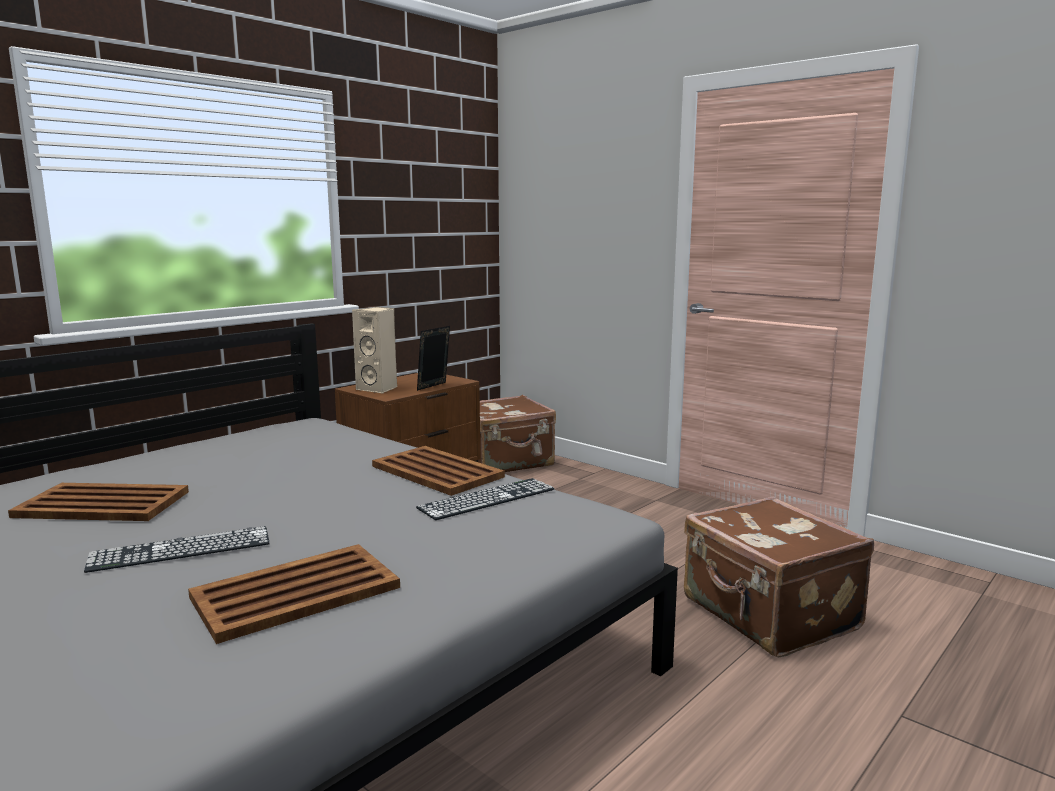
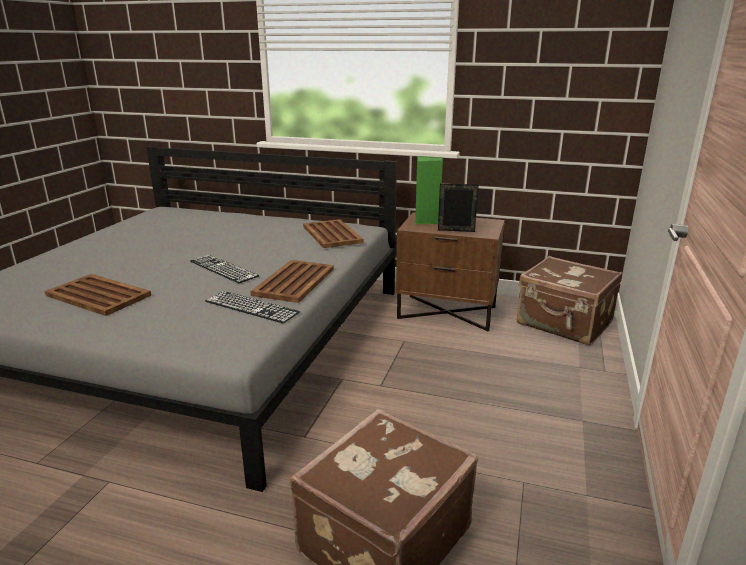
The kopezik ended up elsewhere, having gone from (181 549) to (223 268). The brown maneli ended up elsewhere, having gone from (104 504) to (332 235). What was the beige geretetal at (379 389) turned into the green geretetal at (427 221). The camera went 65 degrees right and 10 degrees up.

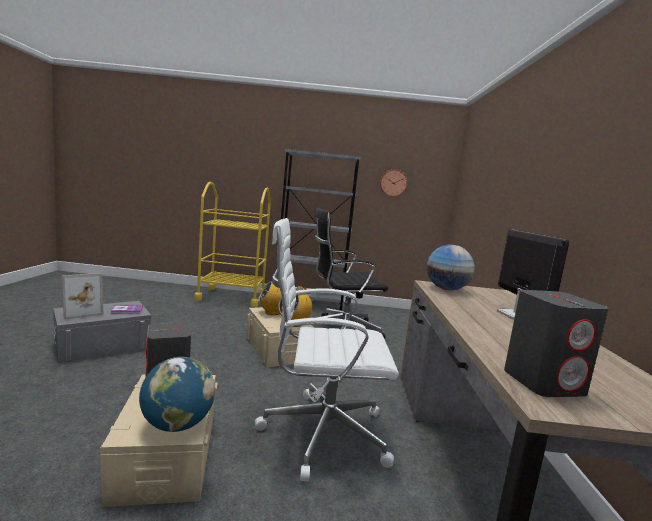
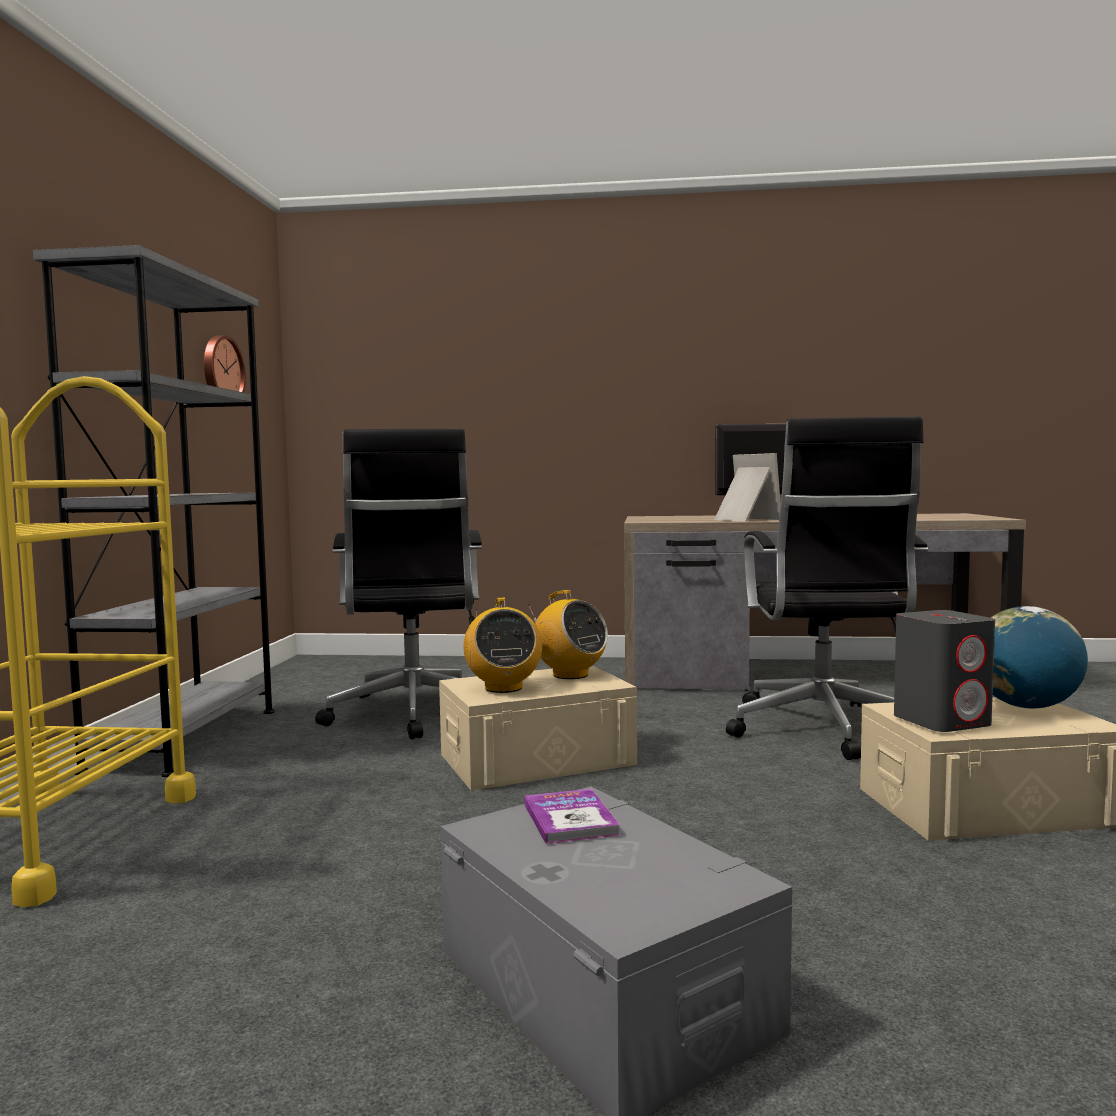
The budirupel ended up elsewhere, having gone from (81 312) to (744 520). What was the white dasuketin at (320 432) turned into the black dasuketin at (823 730). The second view lost the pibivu at (446 289). The second view lost the grey geretetal at (544 382). The camera went 85 degrees left and 5 degrees down.

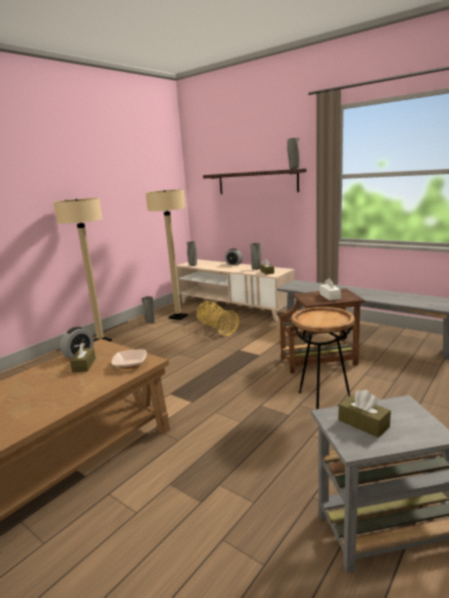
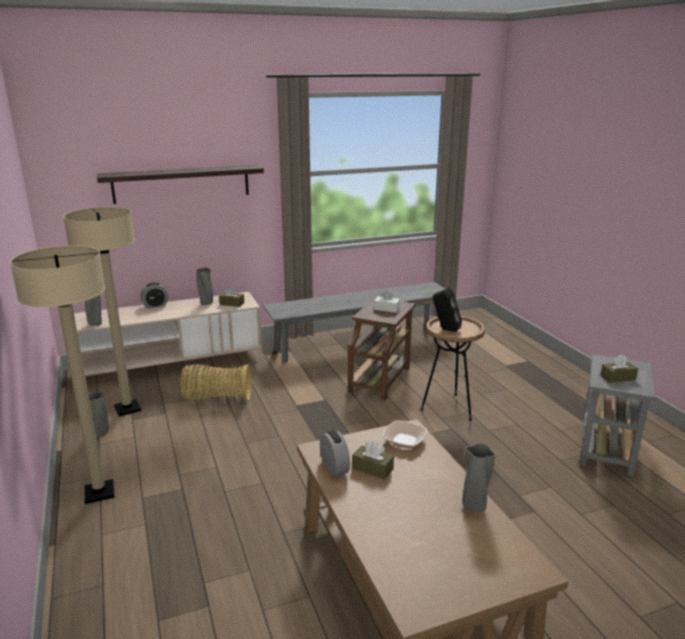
The second view gained the black geretetal at (445 329). The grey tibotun ended up elsewhere, having gone from (293 169) to (475 506). The camera went 60 degrees left and 5 degrees up.

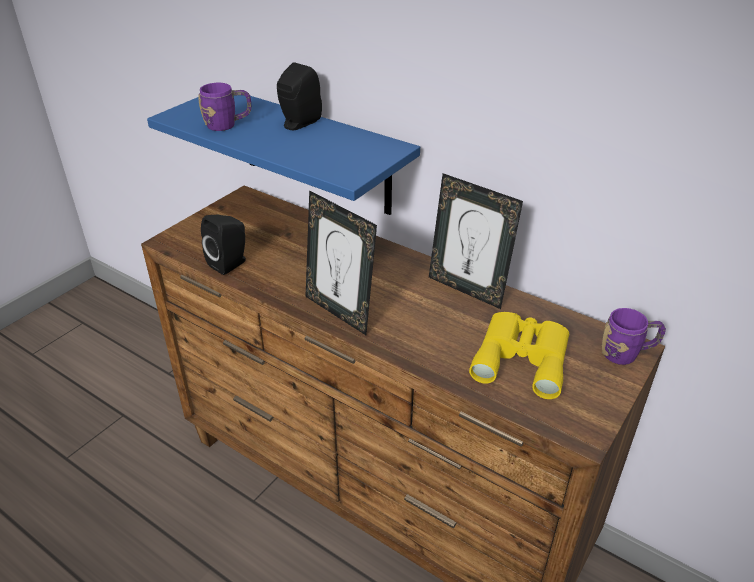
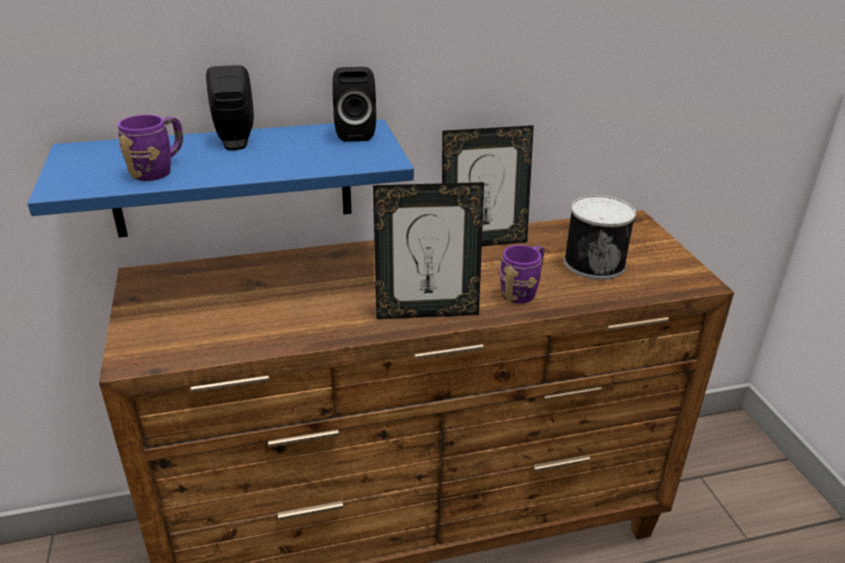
The black geretetal ended up elsewhere, having gone from (230 263) to (354 133). The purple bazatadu ended up elsewhere, having gone from (627 354) to (522 291). Where the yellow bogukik stood at (522 357), the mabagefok came to stand at (594 262). The camera went 50 degrees left and 5 degrees down.

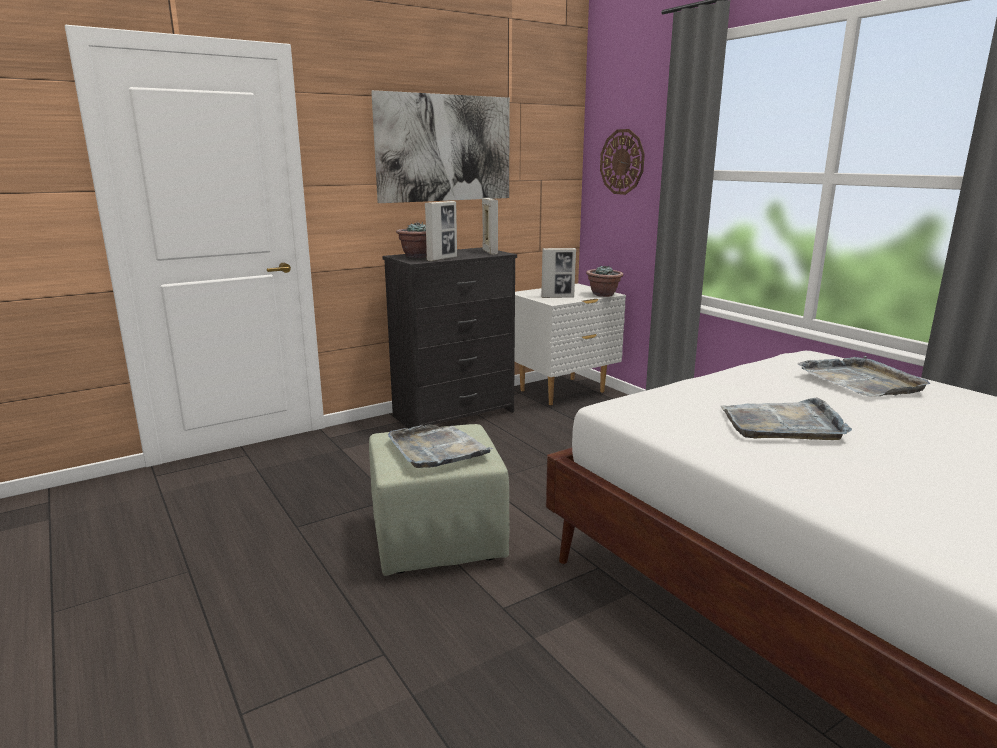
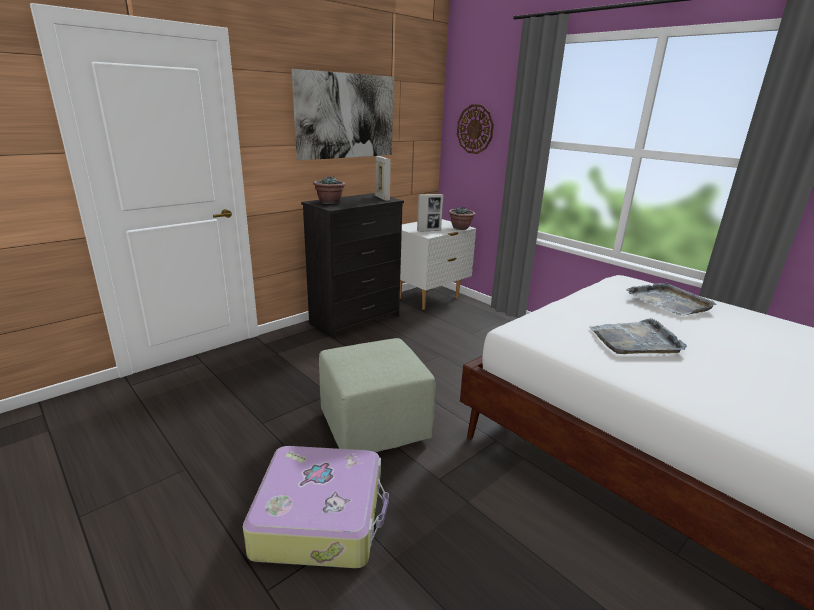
The second view gained the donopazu at (321 517). The second view lost the grey maneli at (437 449). The second view lost the budirupel at (442 259). The camera went 10 degrees left and 5 degrees up.

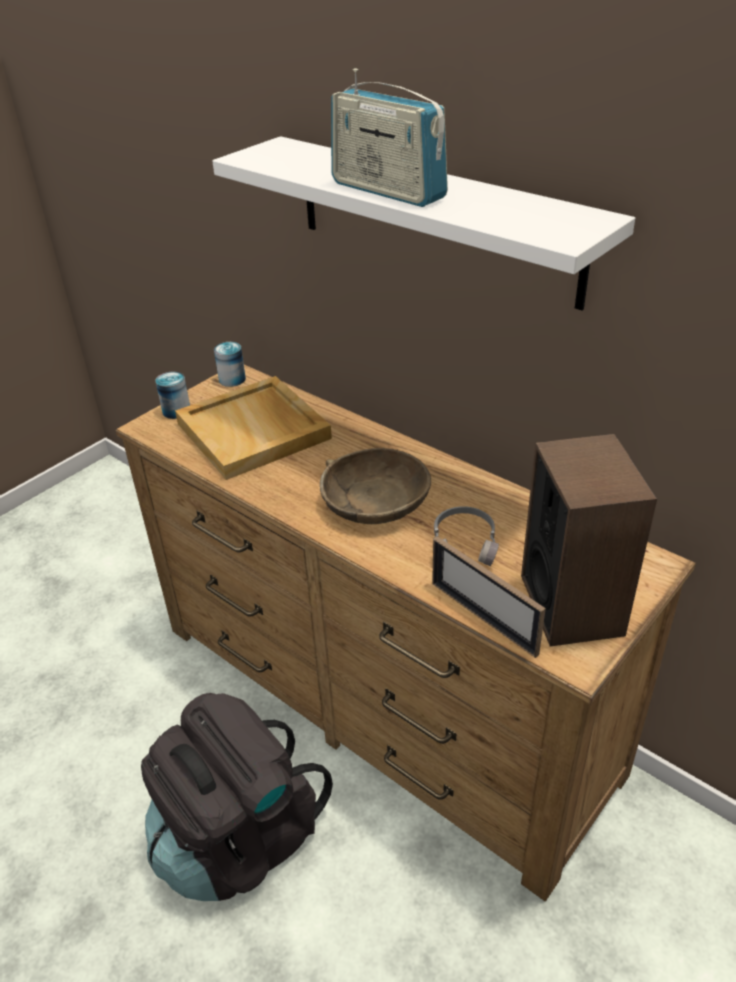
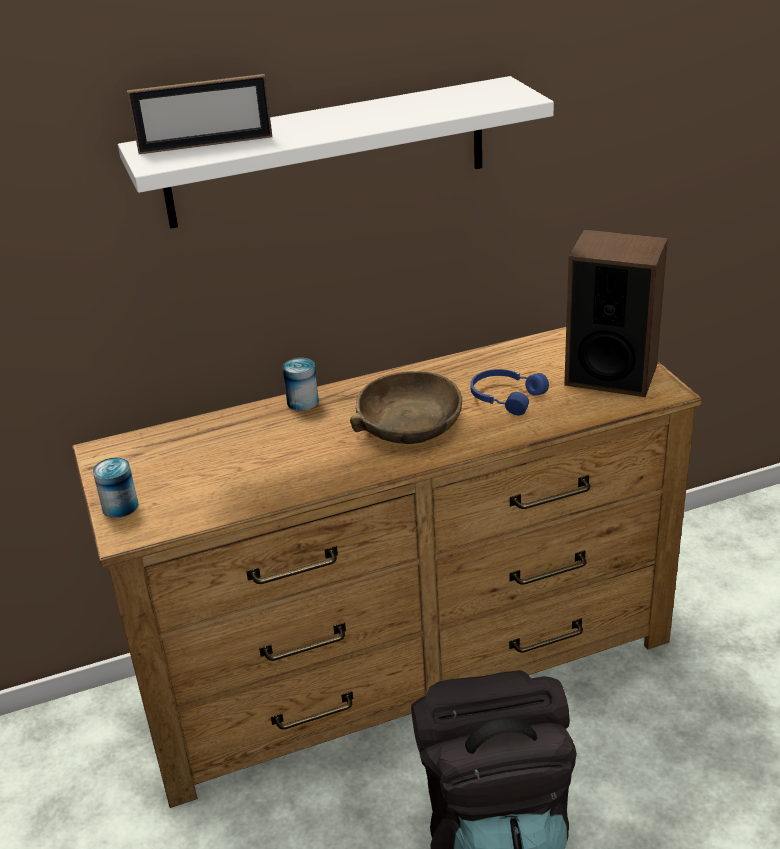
The budirupel ended up elsewhere, having gone from (483 617) to (206 144). The mabagefok ended up elsewhere, having gone from (232 379) to (302 402). What was the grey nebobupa at (465 543) turned into the blue nebobupa at (505 397). The second view lost the beige maneli at (255 431). The second view lost the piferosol at (387 191). The camera went 60 degrees left and 5 degrees down.

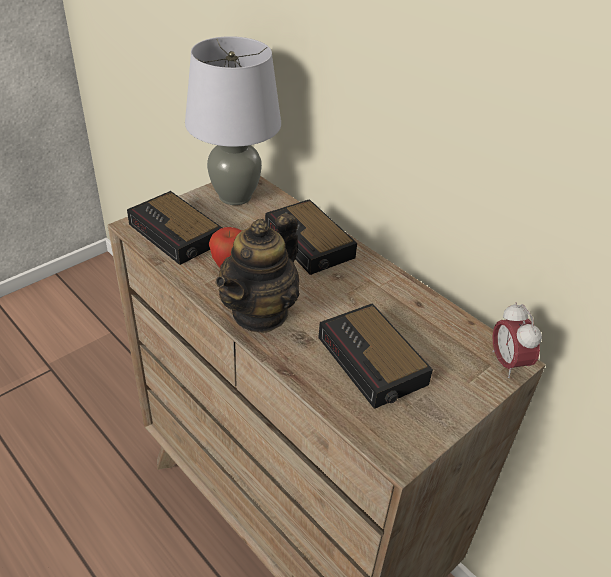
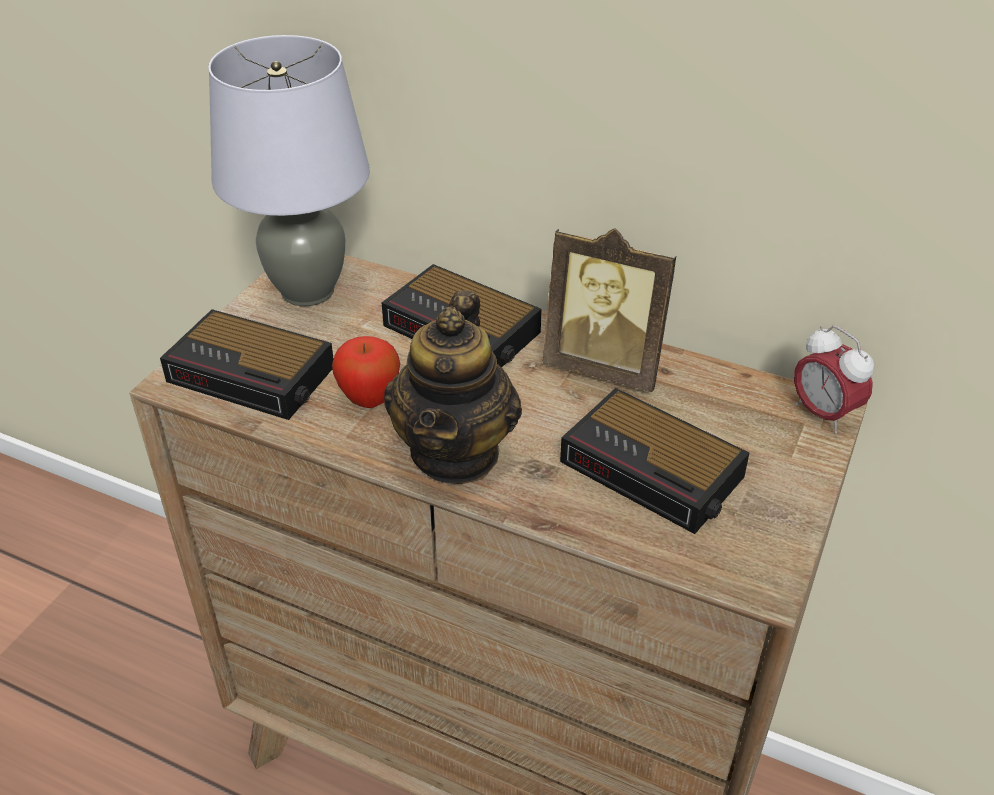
The second view gained the budirupel at (605 366). The camera went 20 degrees left and 0 degrees up.

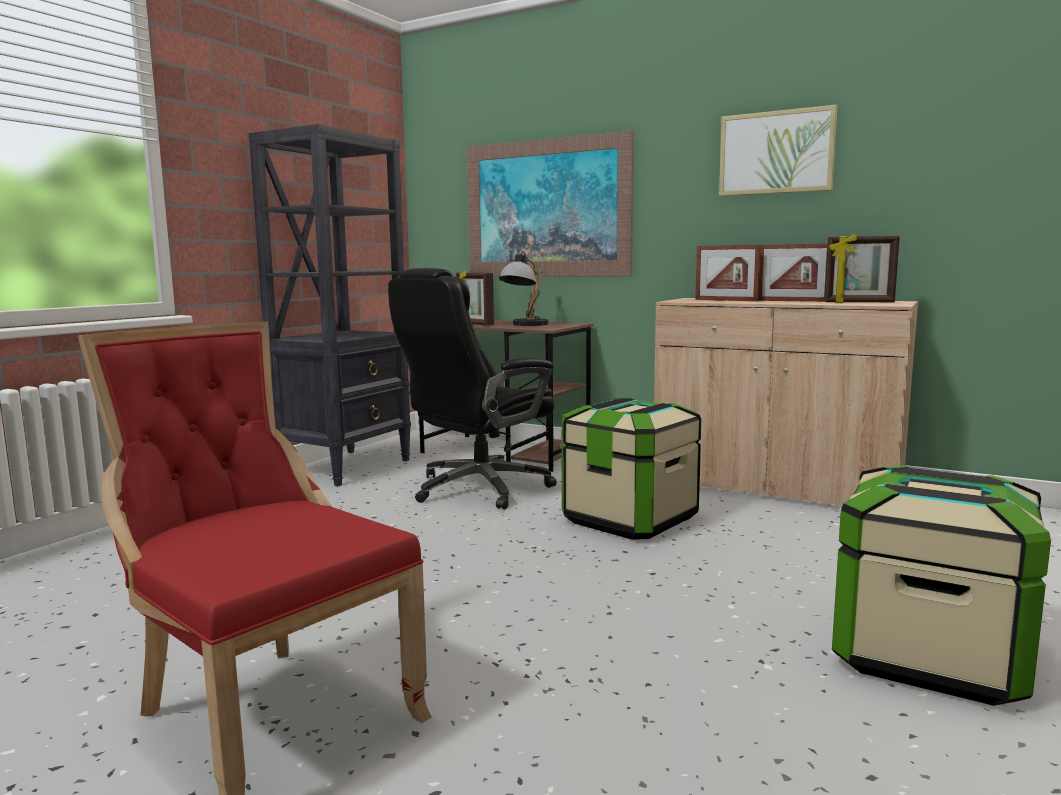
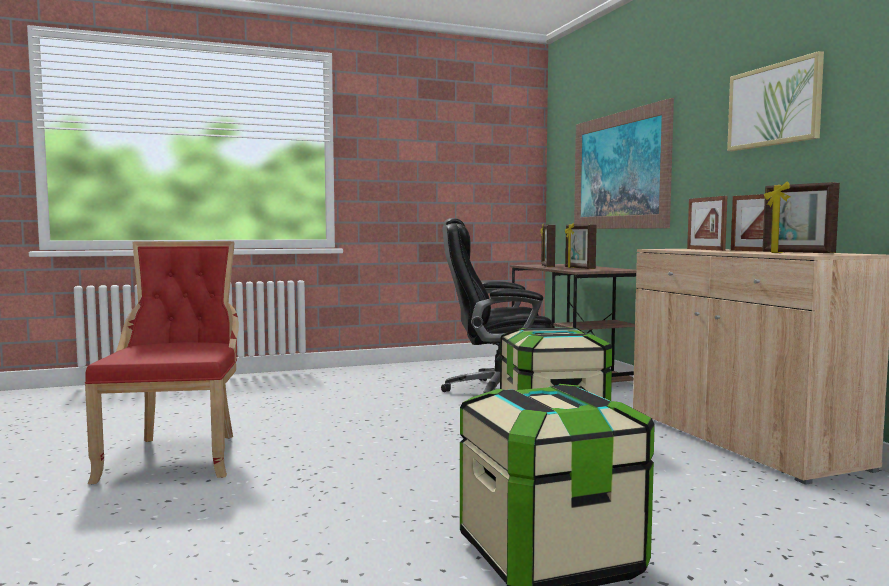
Where the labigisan stood at (525 325), the budirupel came to stand at (579 268). The second view lost the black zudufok at (346 467). The camera went 40 degrees right and 5 degrees down.

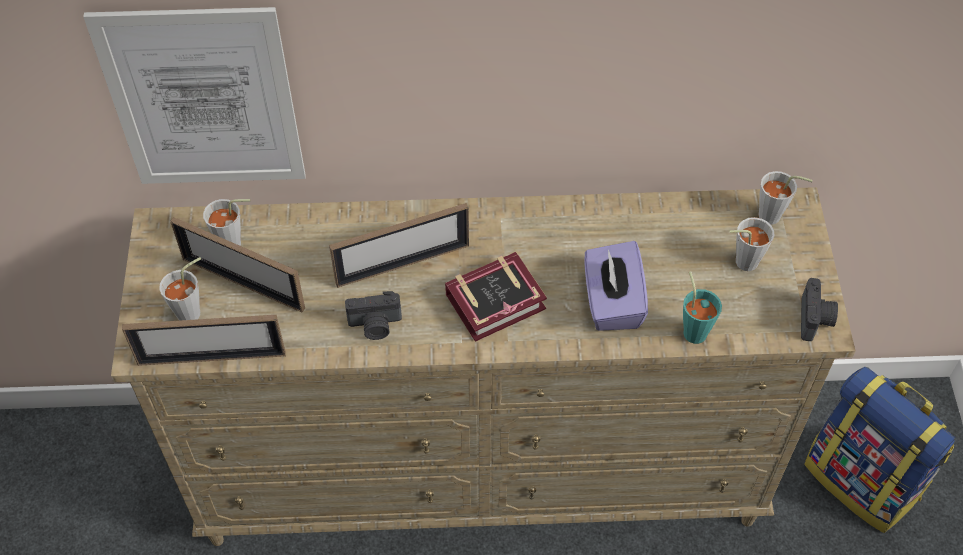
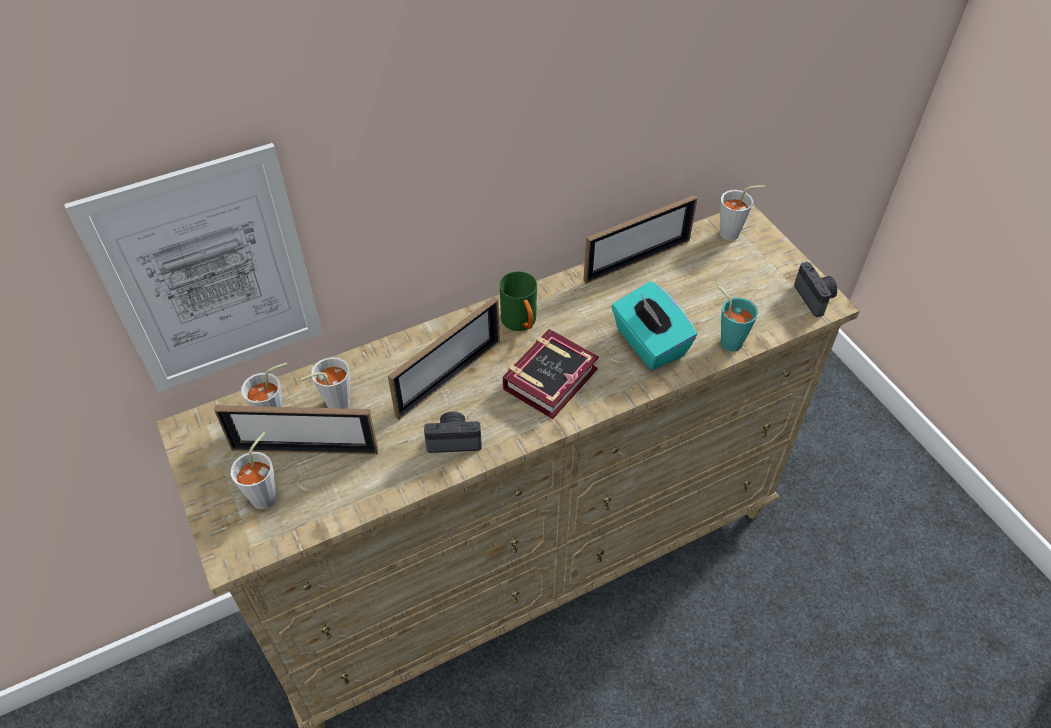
The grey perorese ended up elsewhere, having gone from (741 262) to (333 405). The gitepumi at (375 325) ended up facing another way, 150 degrees counterclockwise from before. The second view gained the green bazatadu at (521 324). The budirupel ended up elsewhere, having gone from (211 358) to (637 260). What was the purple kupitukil at (612 302) turned into the turquoise kupitukil at (649 343). The second view lost the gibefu at (863 480). The camera went 25 degrees left and 5 degrees down.

